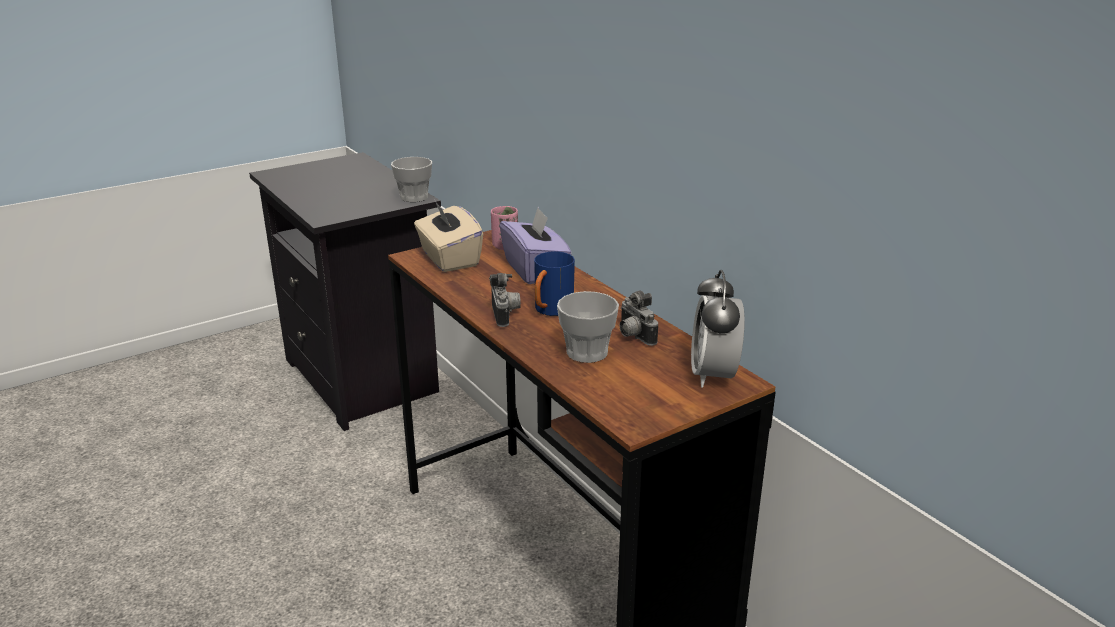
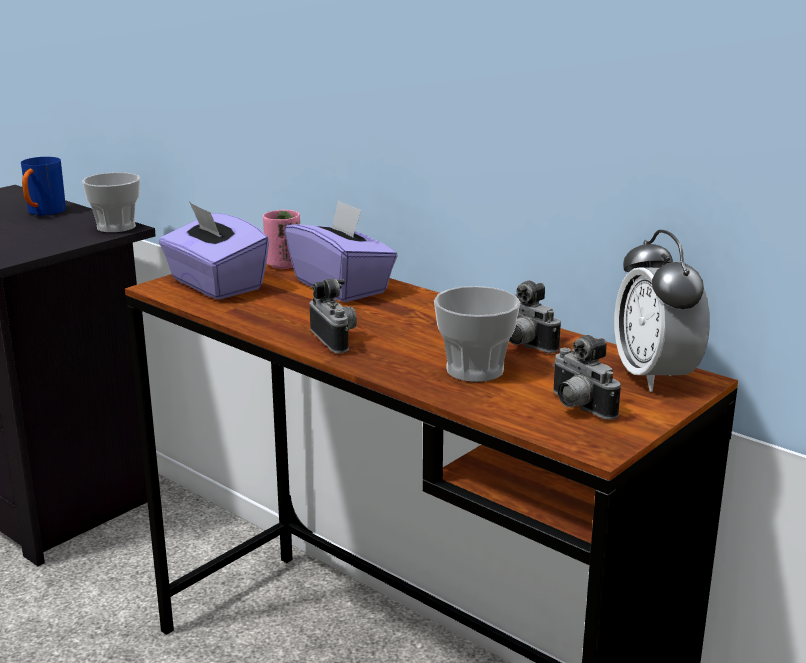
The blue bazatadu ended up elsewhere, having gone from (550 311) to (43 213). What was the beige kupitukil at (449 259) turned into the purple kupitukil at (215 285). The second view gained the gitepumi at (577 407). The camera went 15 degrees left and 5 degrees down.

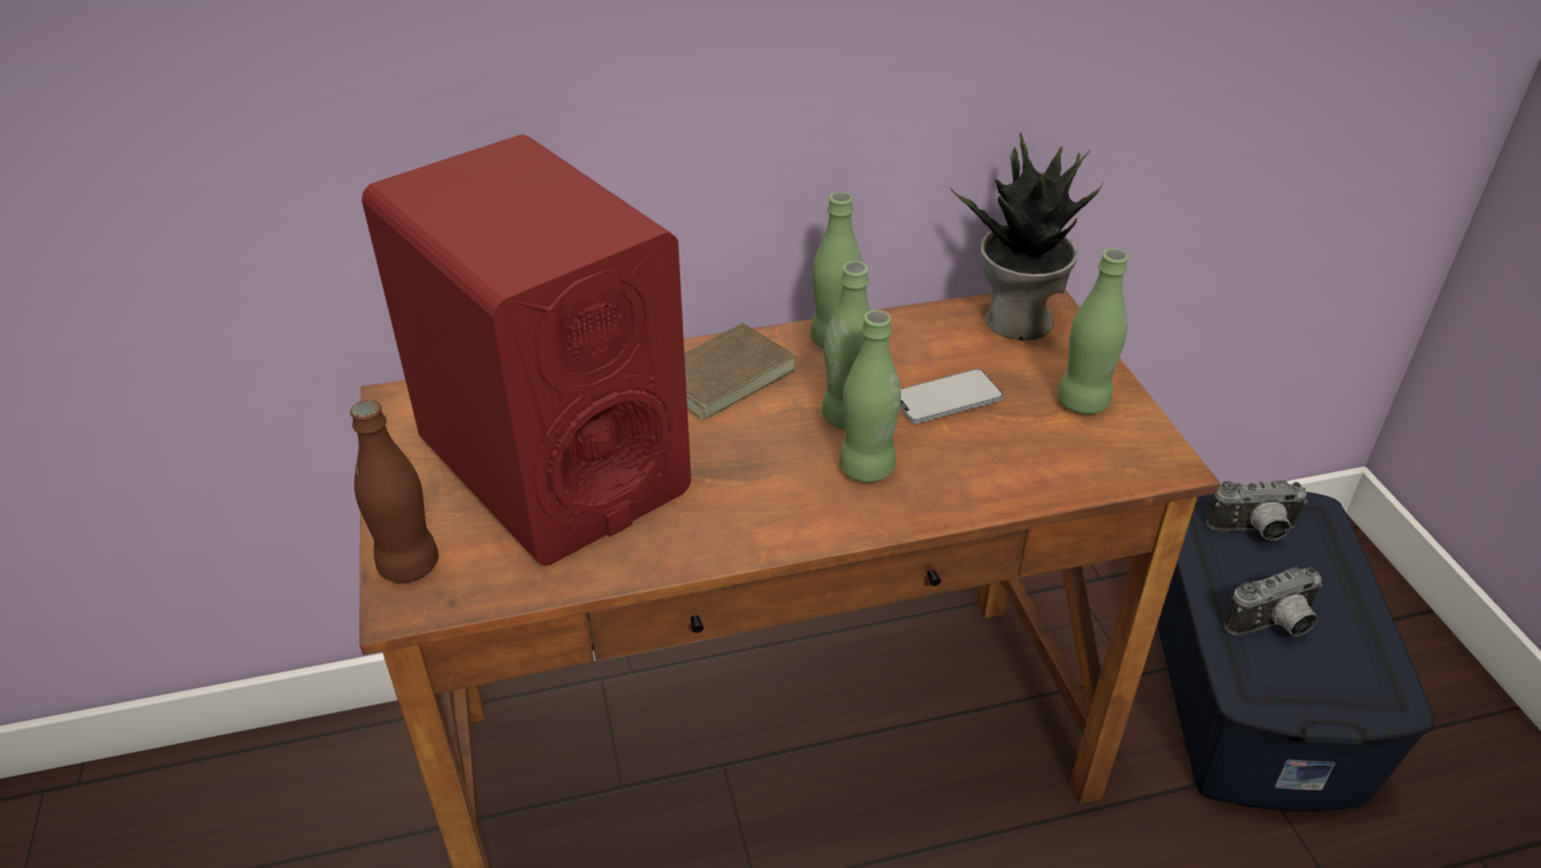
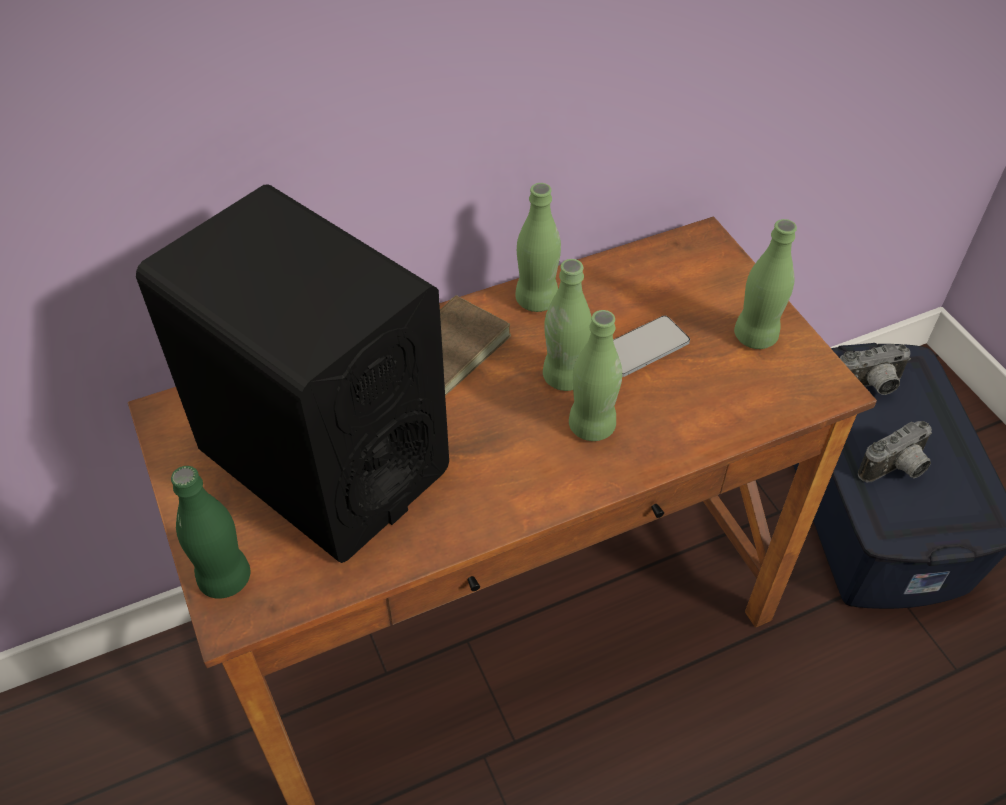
What was the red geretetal at (552 465) turned into the black geretetal at (323 460). What was the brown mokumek at (409 565) turned into the green mokumek at (225 578). The second view lost the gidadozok at (1016 321). The camera went 10 degrees left and 10 degrees up.

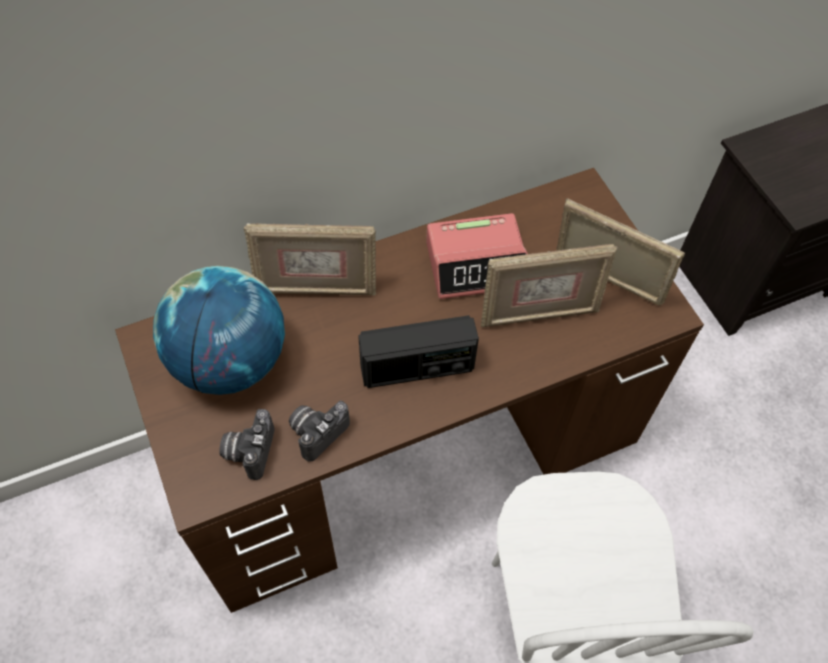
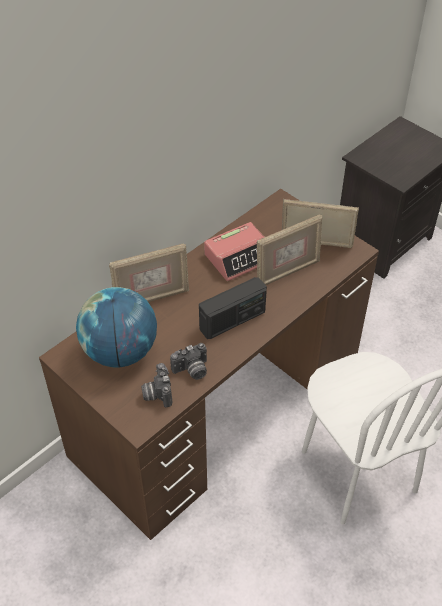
The gitepumi at (317 431) ended up facing another way, 135 degrees counterclockwise from before. The camera went 20 degrees left and 10 degrees down.

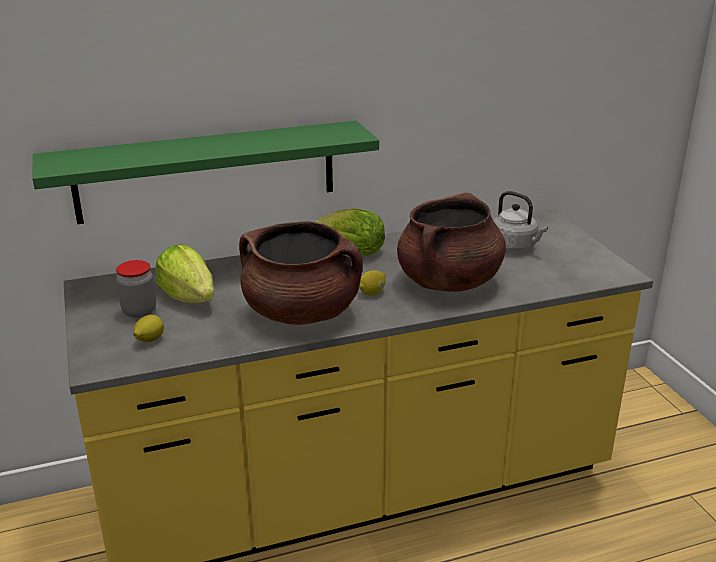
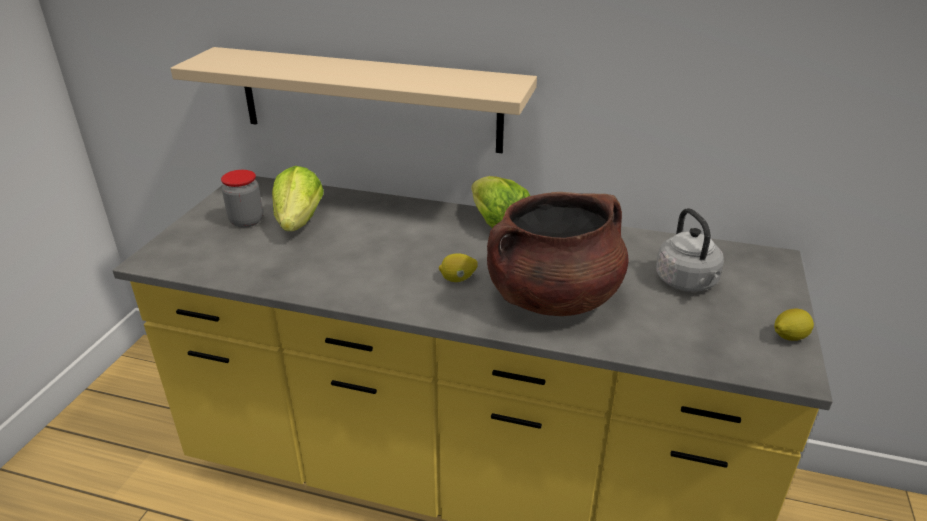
What was the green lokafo at (207 171) turned into the beige lokafo at (369 99). The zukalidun ended up elsewhere, having gone from (149 340) to (788 337). The second view lost the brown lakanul at (302 313). The camera went 35 degrees right and 5 degrees up.

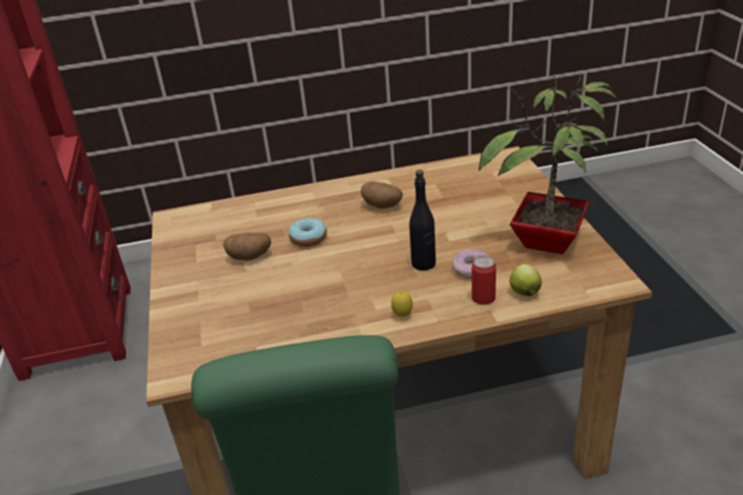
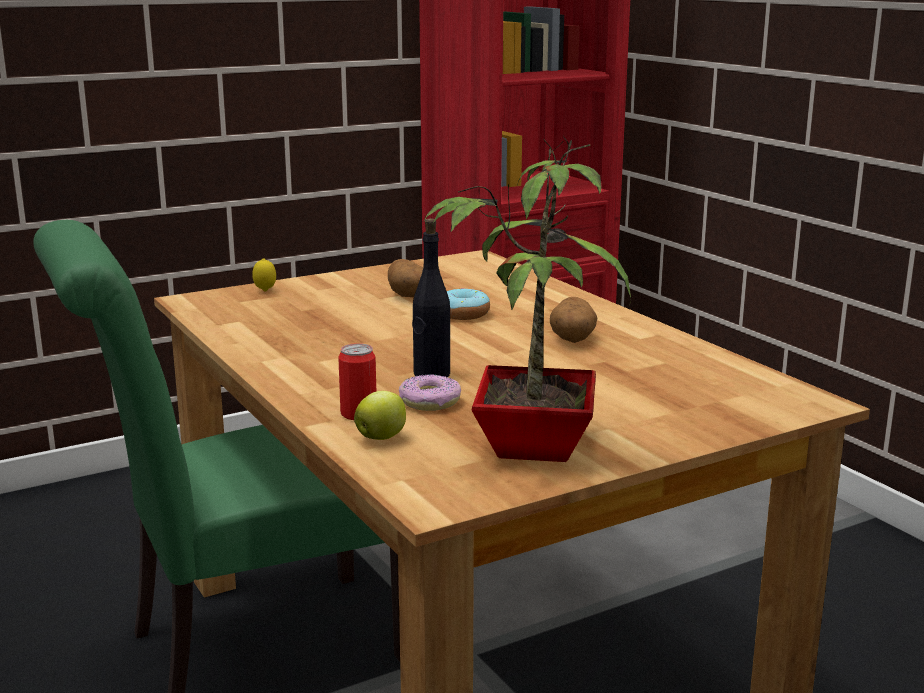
The zukalidun ended up elsewhere, having gone from (402 316) to (265 291). The camera went 70 degrees right and 15 degrees down.

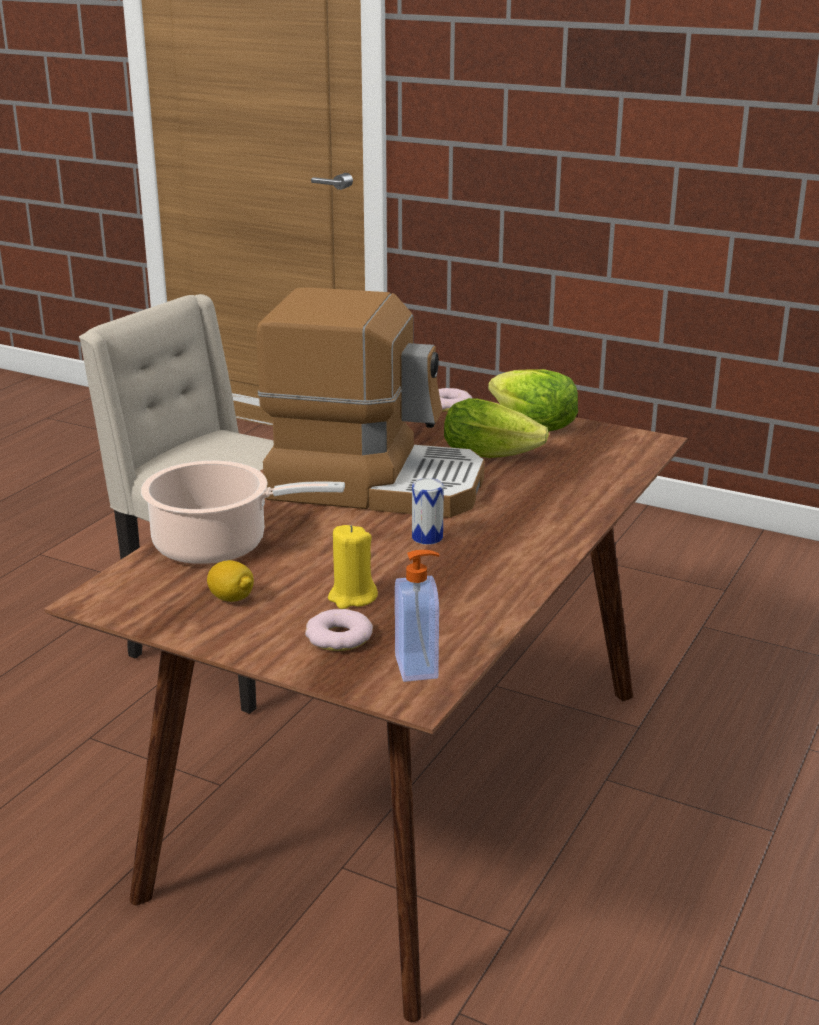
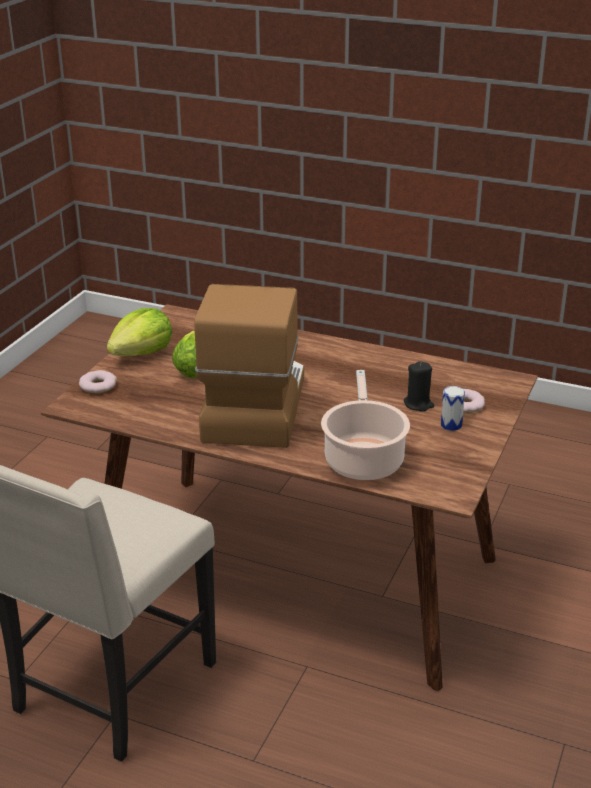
What was the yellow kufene at (352 597) turned into the black kufene at (418 404). The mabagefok ended up elsewhere, having gone from (427 537) to (451 425). The second view lost the zukalidun at (231 598). The second view lost the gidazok at (418 667). The camera went 95 degrees left and 5 degrees up.

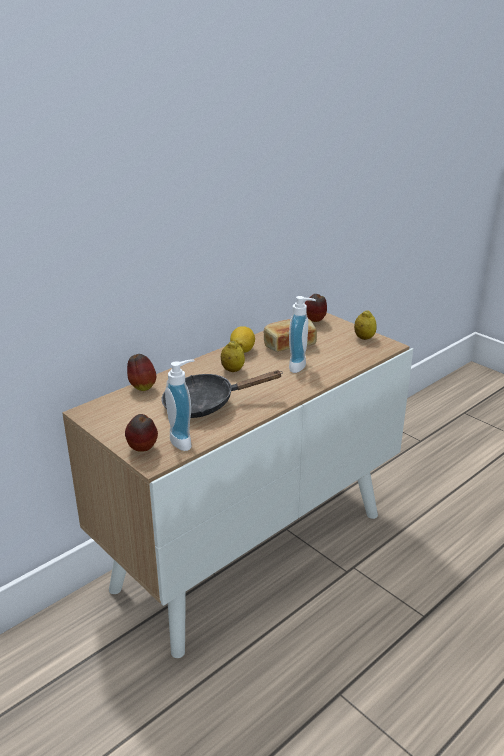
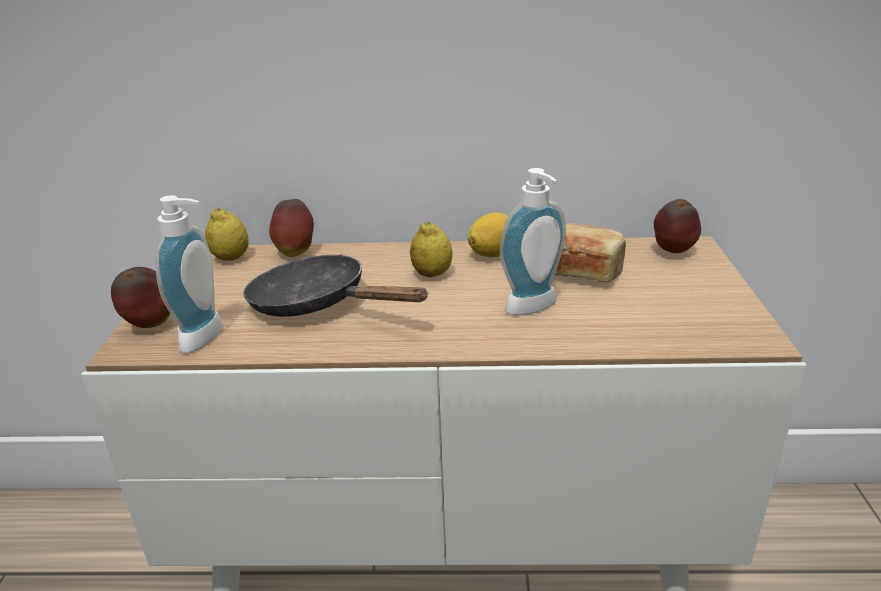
The zukalidun ended up elsewhere, having gone from (364 338) to (231 258). The camera went 45 degrees right and 0 degrees up.

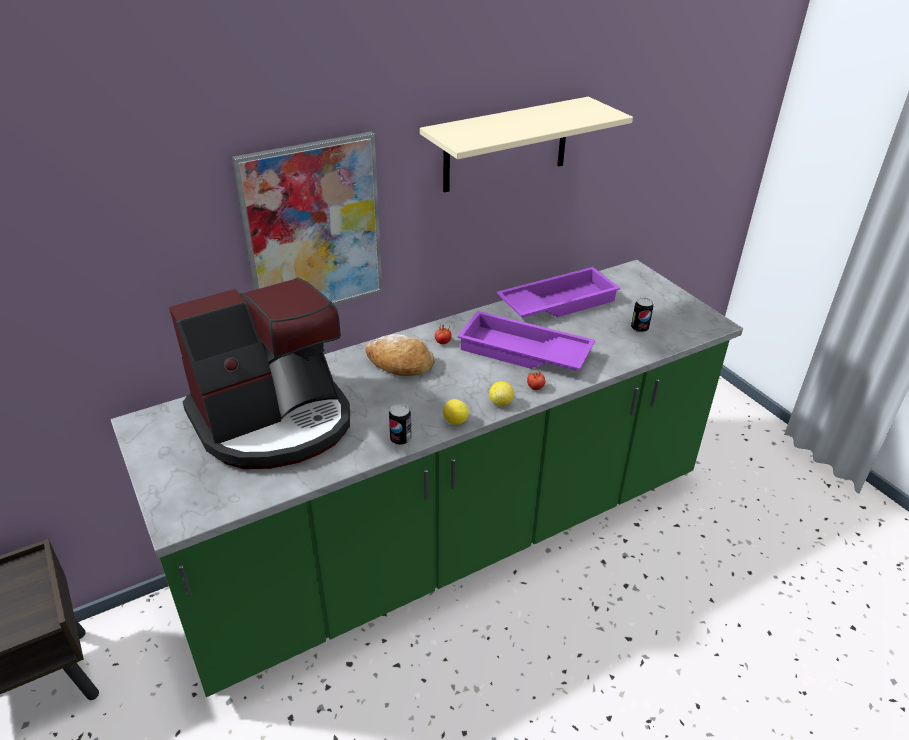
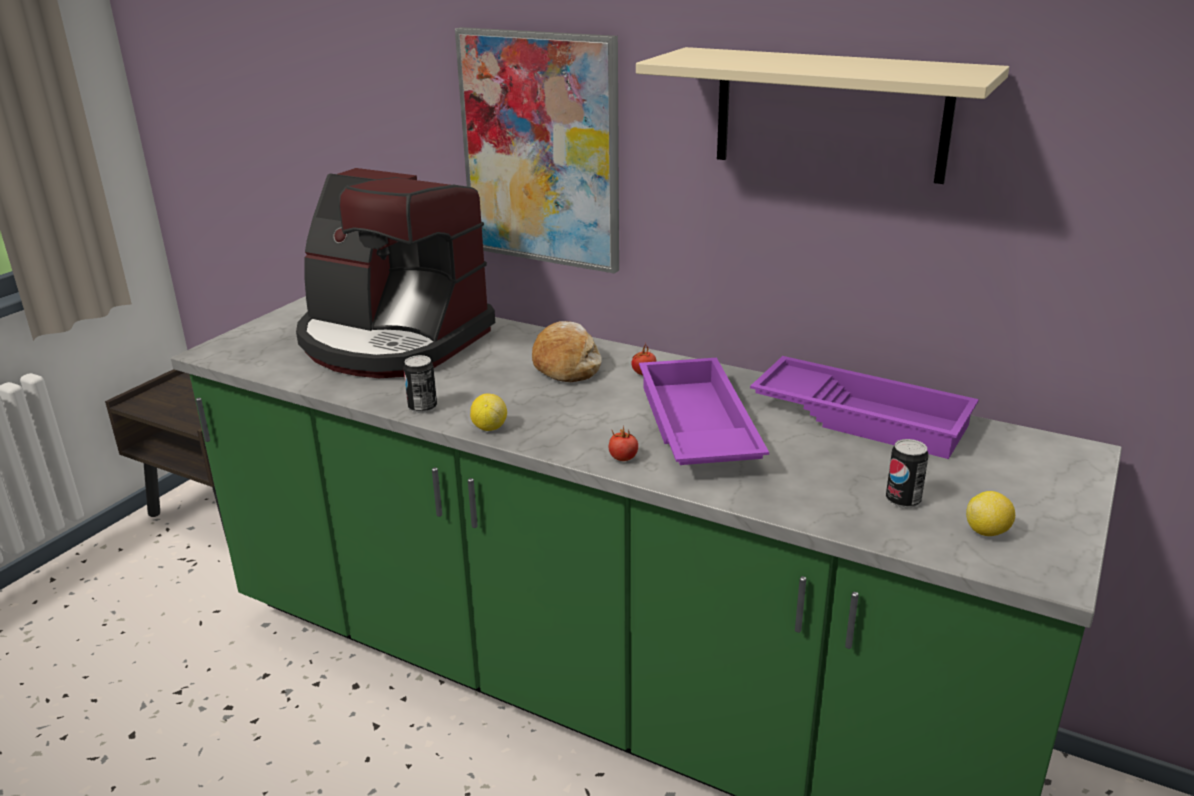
The zukalidun ended up elsewhere, having gone from (501 402) to (987 532). The camera went 60 degrees right and 10 degrees down.

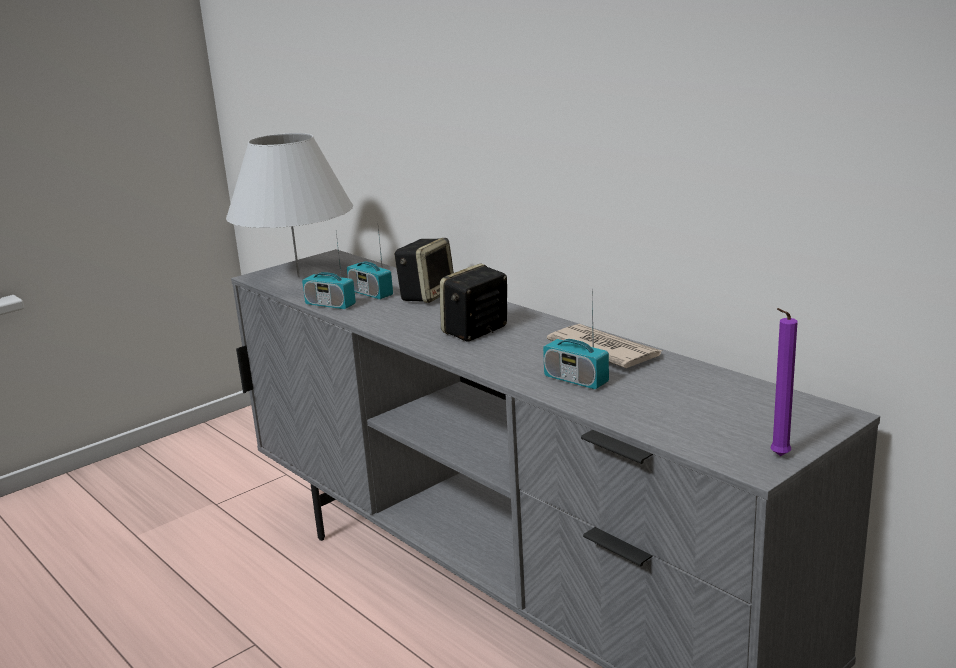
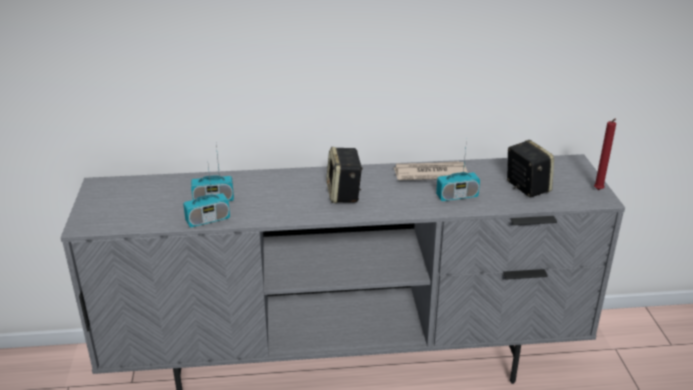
The geretetal ended up elsewhere, having gone from (427 295) to (526 187). What was the purple kufene at (777 457) turned into the red kufene at (598 191). The second view lost the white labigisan at (298 276). The camera went 55 degrees left and 10 degrees up.

